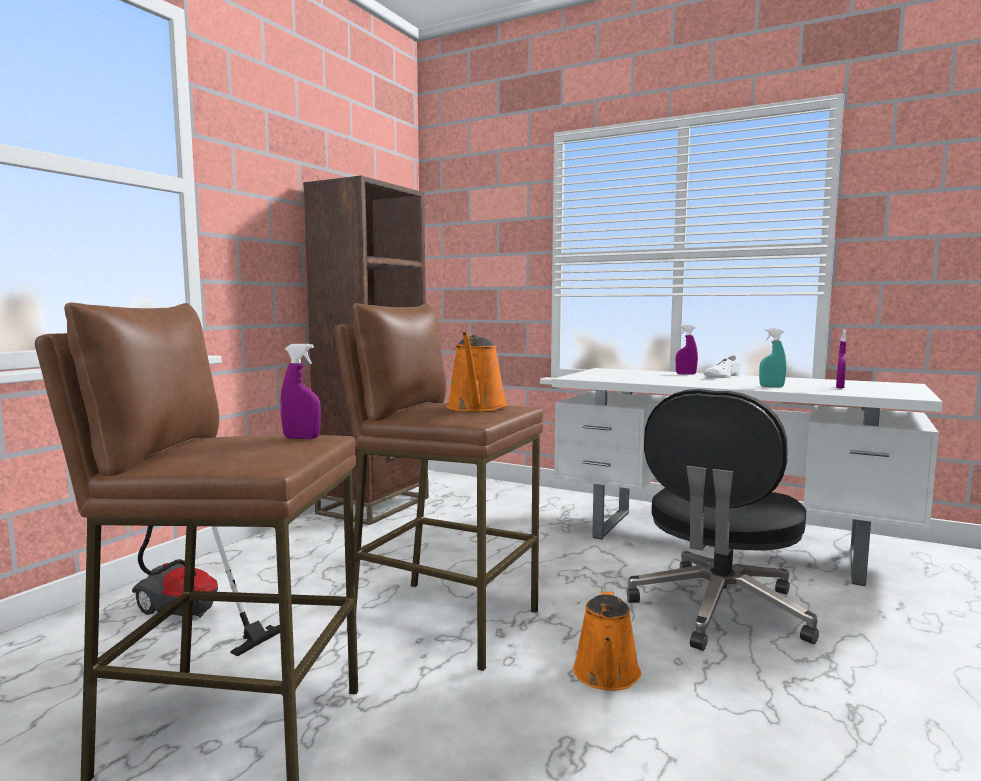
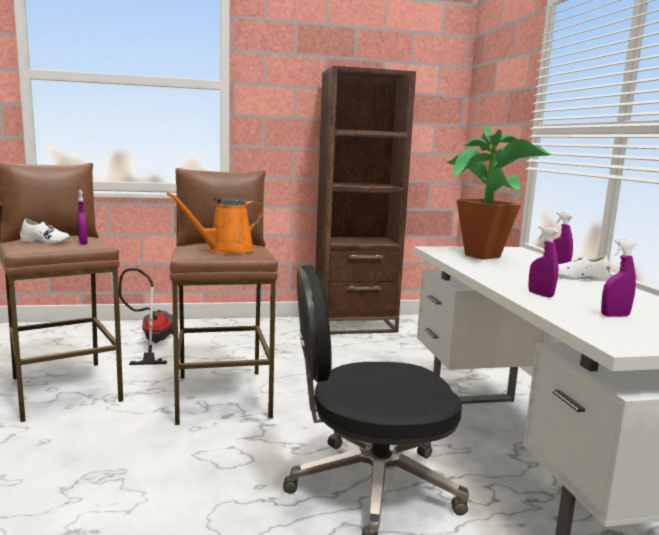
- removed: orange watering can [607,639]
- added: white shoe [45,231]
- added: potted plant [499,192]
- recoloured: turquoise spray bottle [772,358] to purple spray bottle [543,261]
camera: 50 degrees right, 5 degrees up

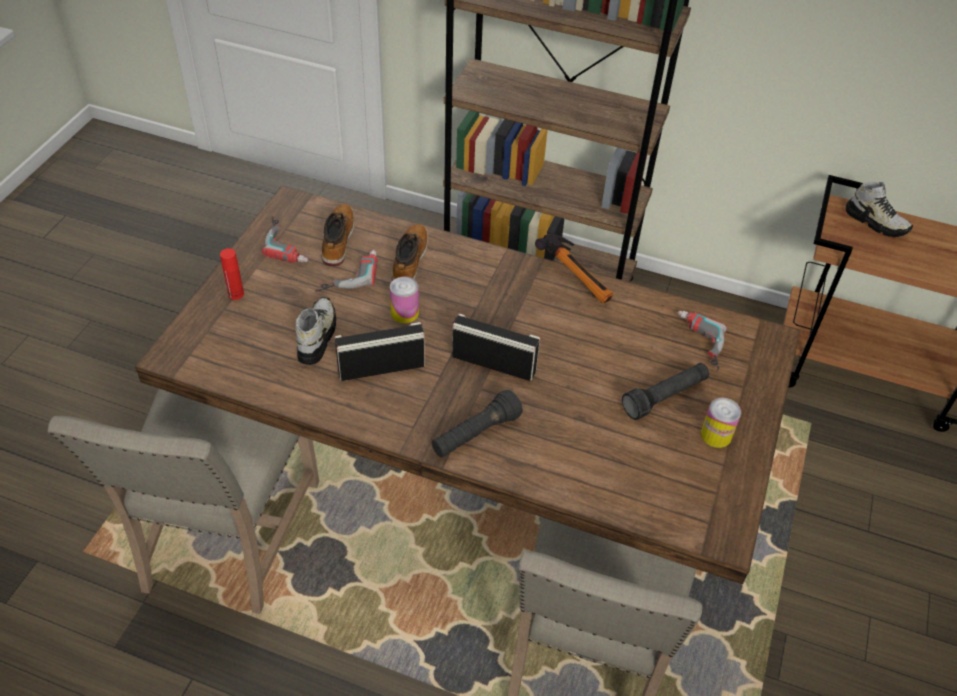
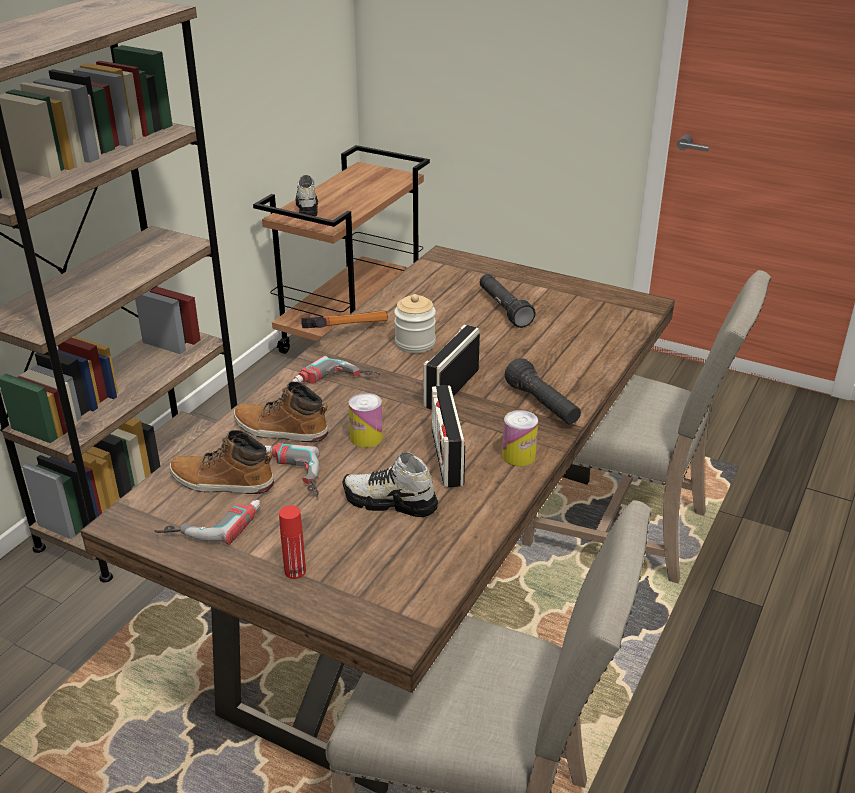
- added: jar [415,323]
- moved: power drill [702,341] to [336,370]
- moved: can [721,423] to [520,438]
- turned: shoe [879,209] = [306,196] 60 degrees counterclockwise
camera: 80 degrees left, 15 degrees down

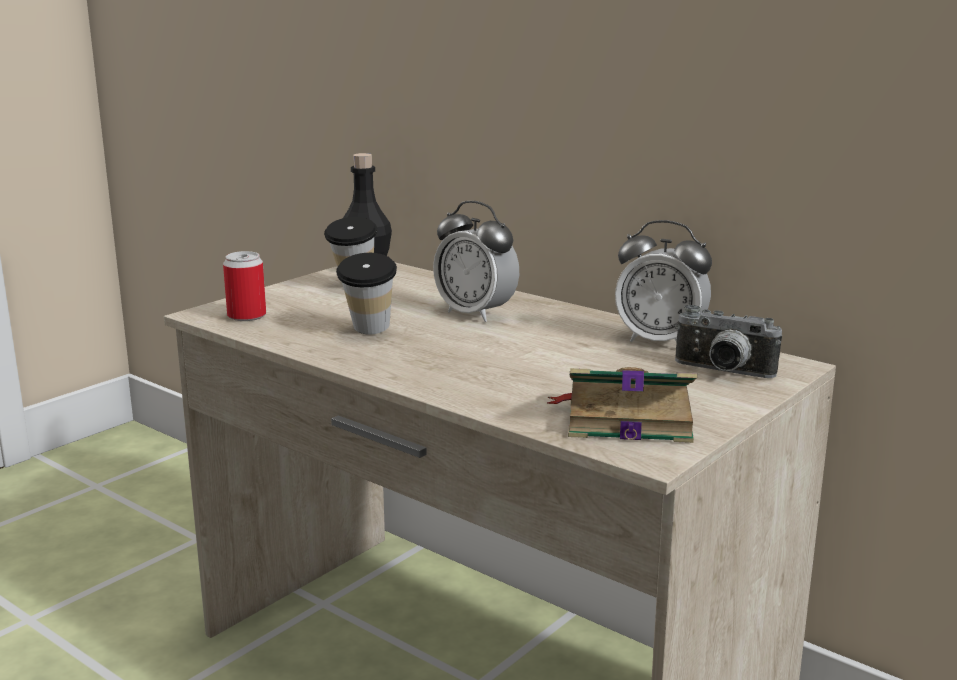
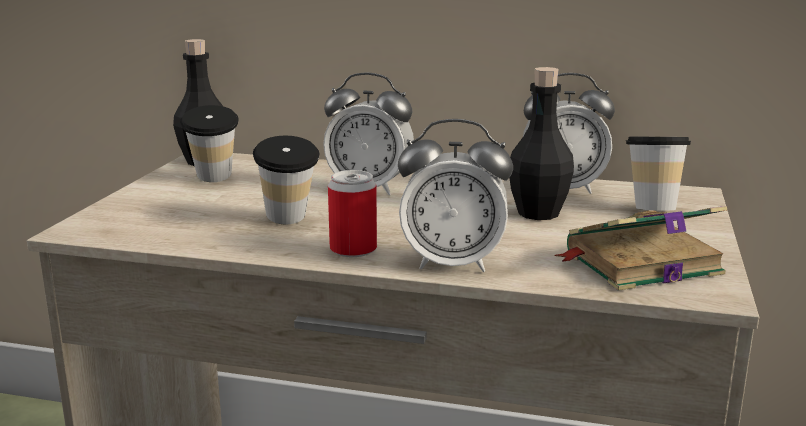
- added: alarm clock [455,195]
- added: black bottle [541,143]
- moved: can [244,286] to [352,213]
- replaced: photo camera [728,341] to cup [658,174]
camera: 25 degrees left, 0 degrees up

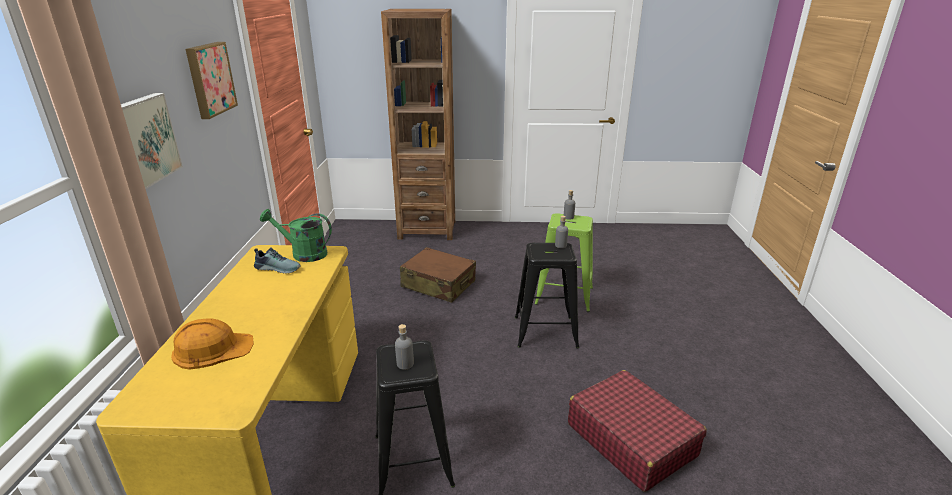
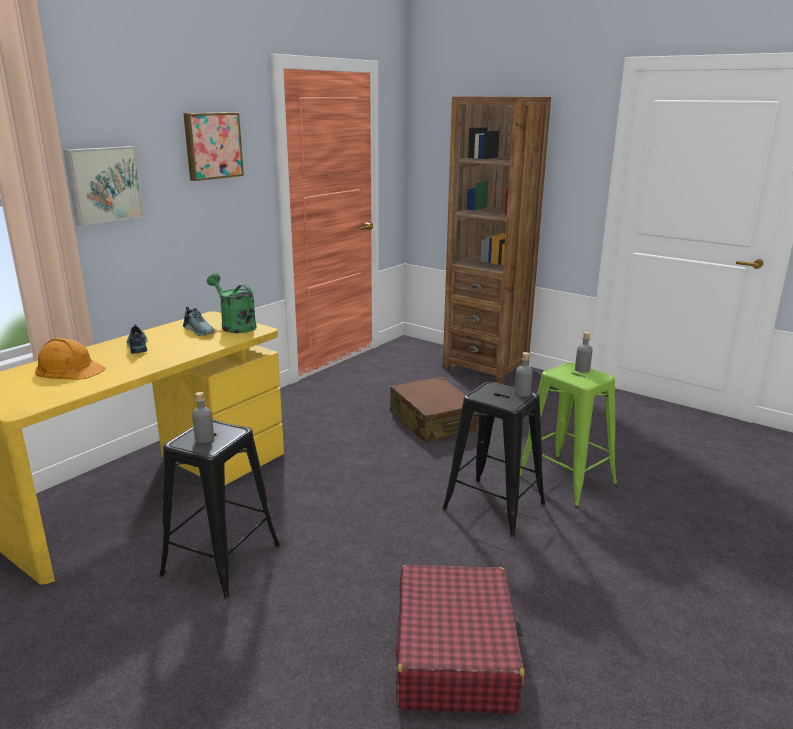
- added: shoe [137,339]
camera: 35 degrees right, 5 degrees down

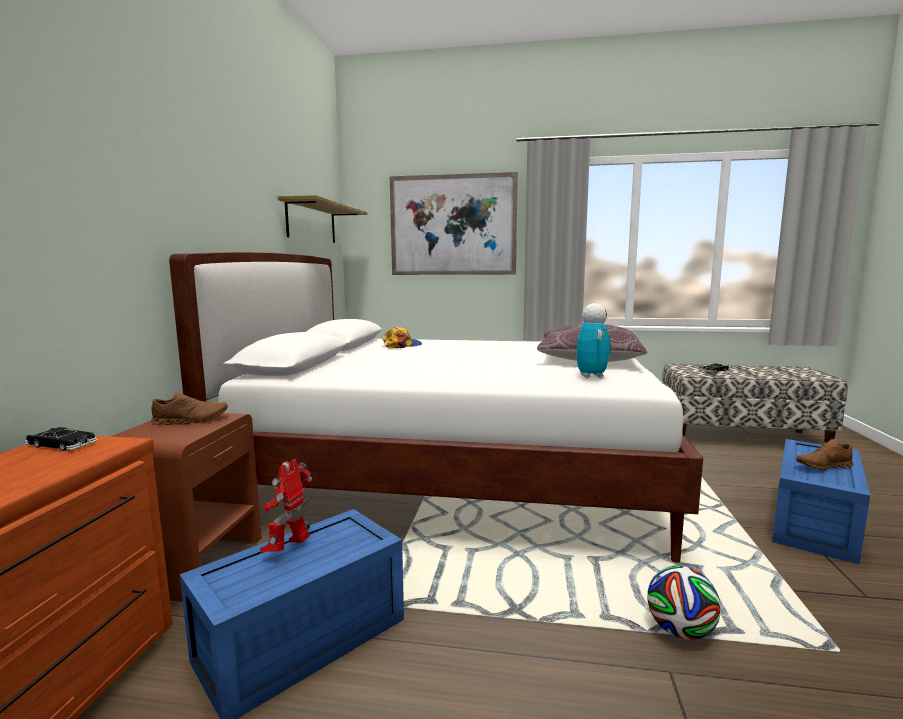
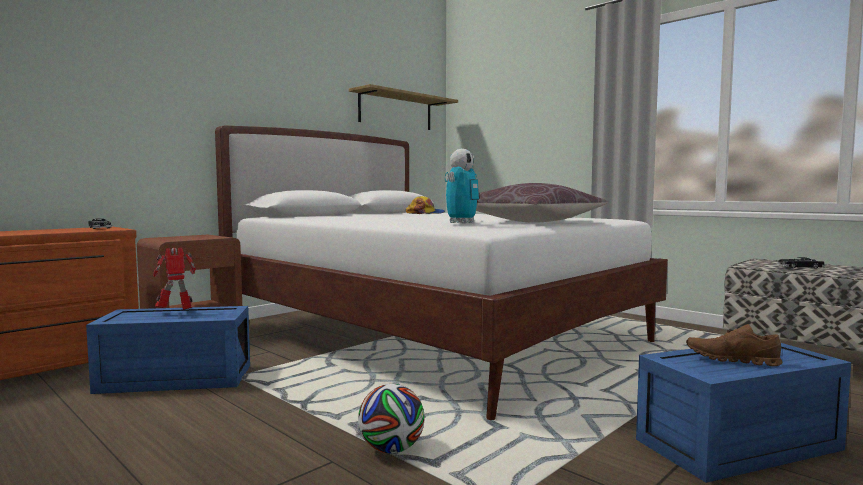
- removed: brown shoe [189,408]
- removed: picture [454,223]
camera: 35 degrees right, 5 degrees down

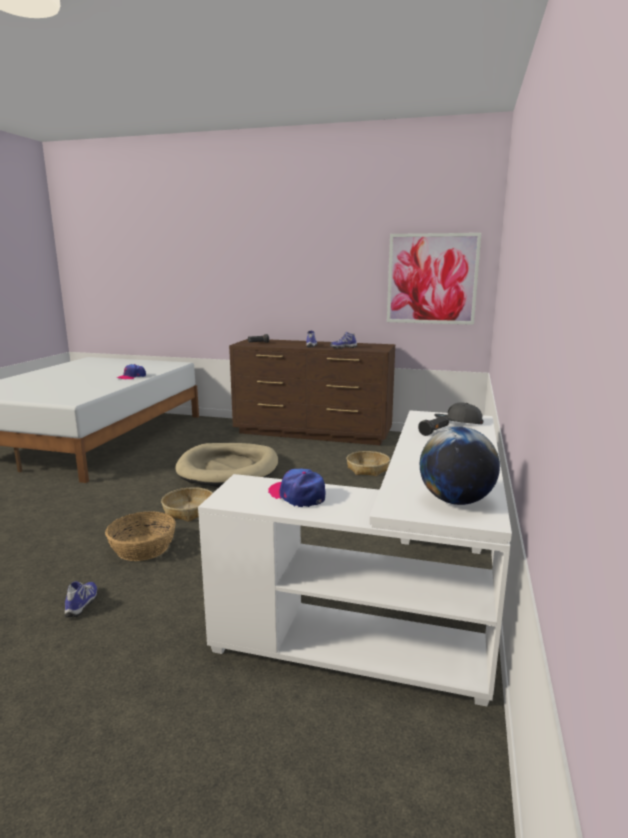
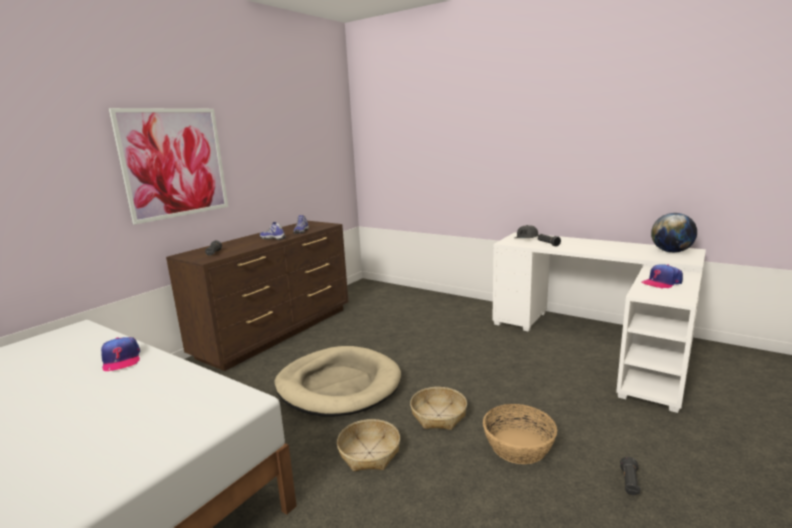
- moved: basket [368,463] to [368,445]
- moved: picture [434,279] to [168,166]
- replaced: shoe [81,599] to black flashlight [630,476]
camera: 70 degrees left, 0 degrees up

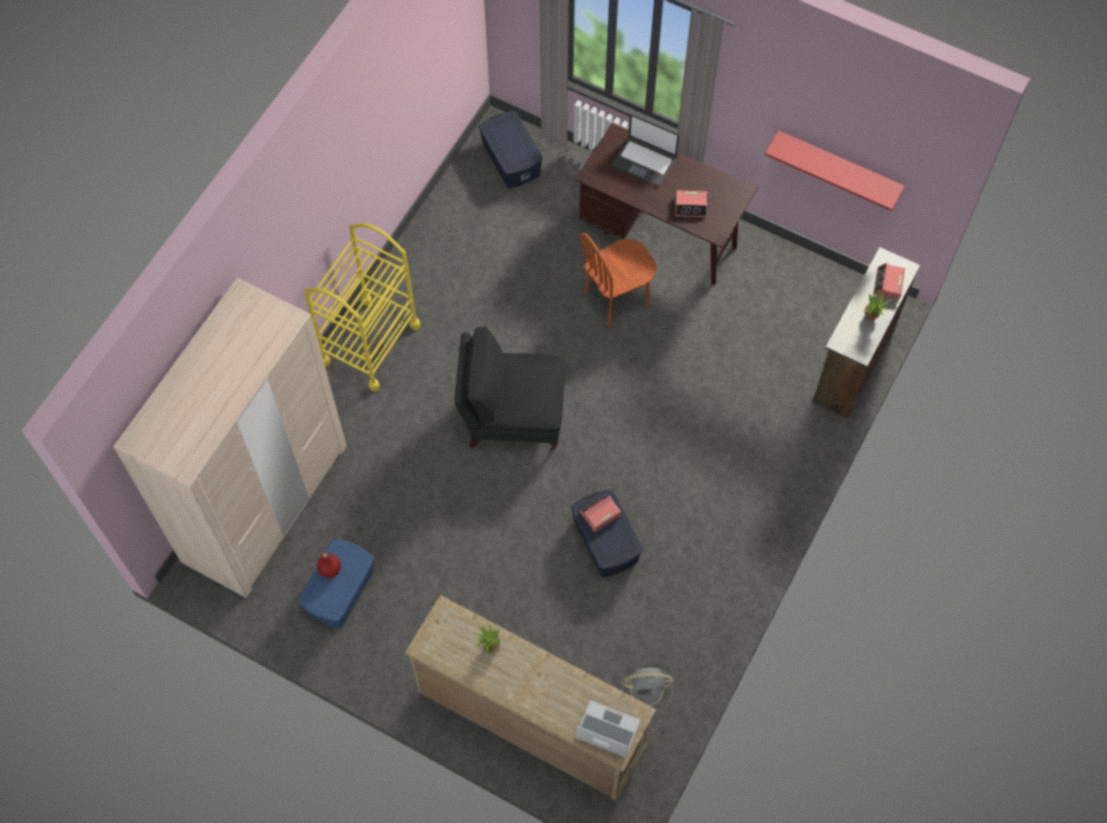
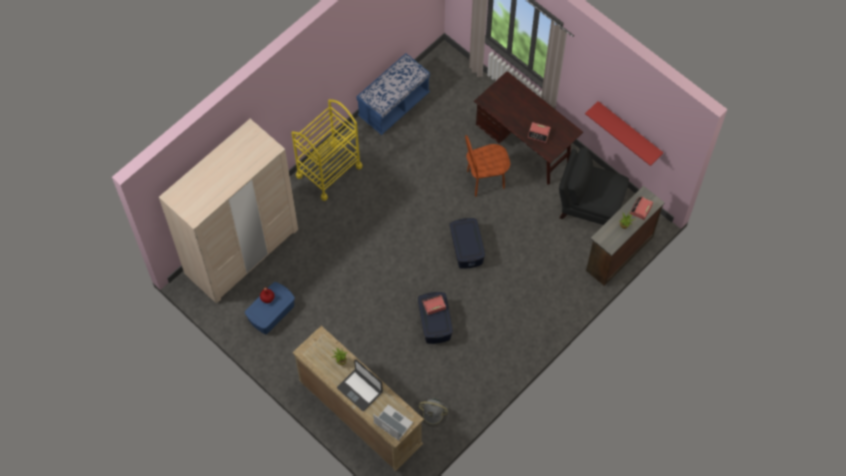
- added: blue bench [393,94]
- moved: black armchair [510,388] to [594,186]
- moved: blue storage box [511,149] to [467,243]
- moved: laptop [645,150] to [360,385]
camera: 15 degrees right, 0 degrees up

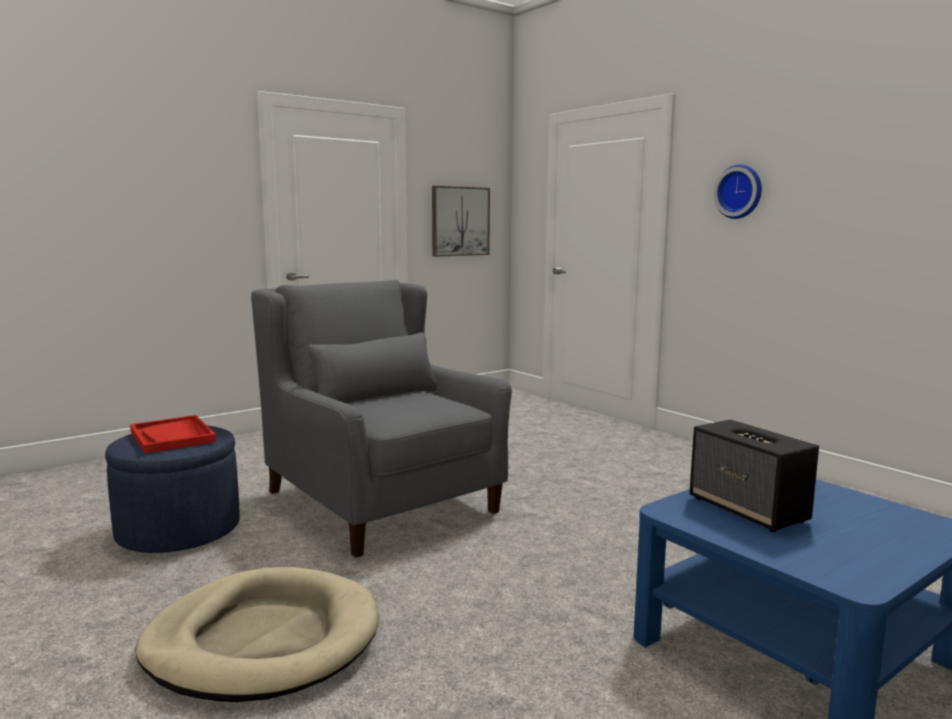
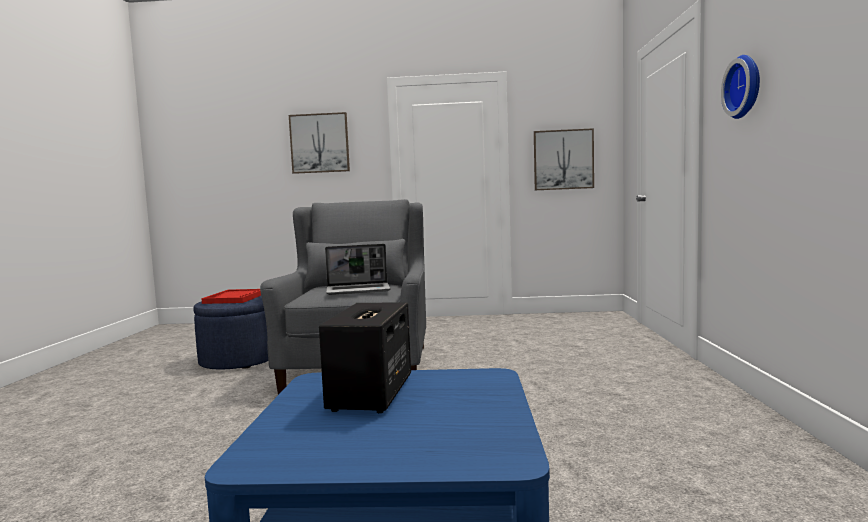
- removed: beige dog bed [256,634]
- added: picture [319,143]
- added: laptop [358,269]
camera: 40 degrees right, 5 degrees down

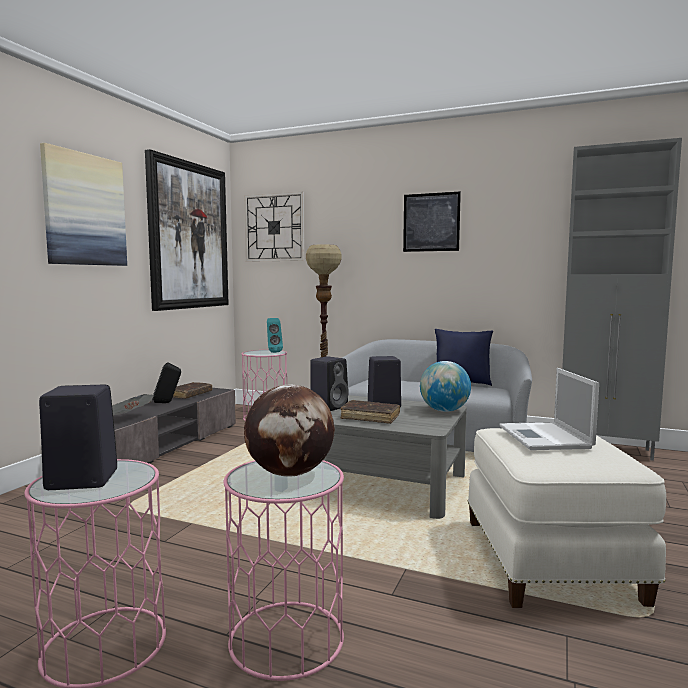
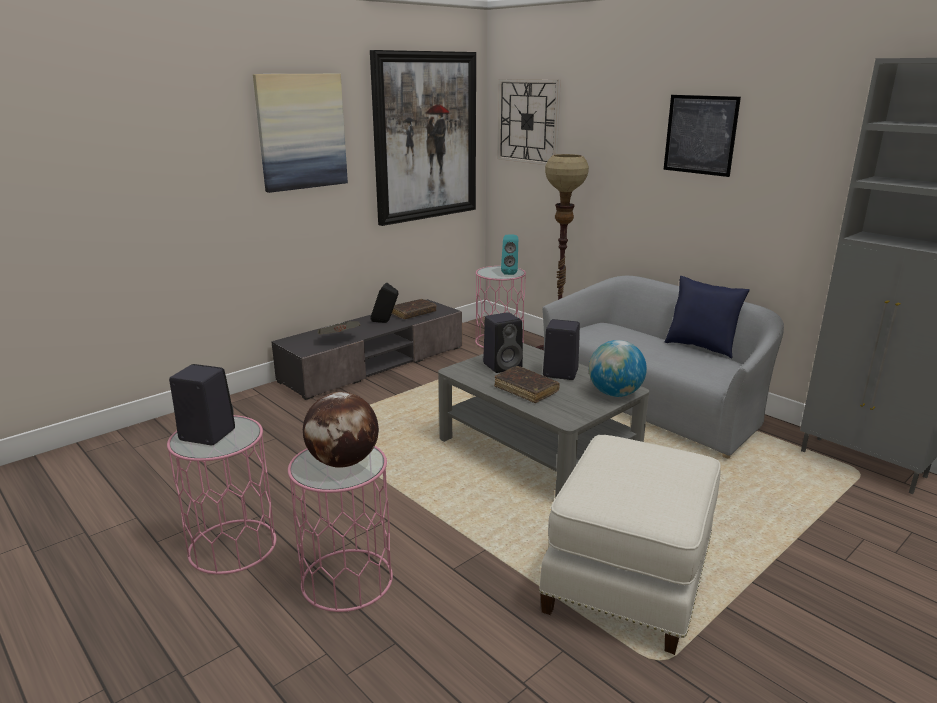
- removed: laptop [549,409]
camera: 25 degrees right, 15 degrees up

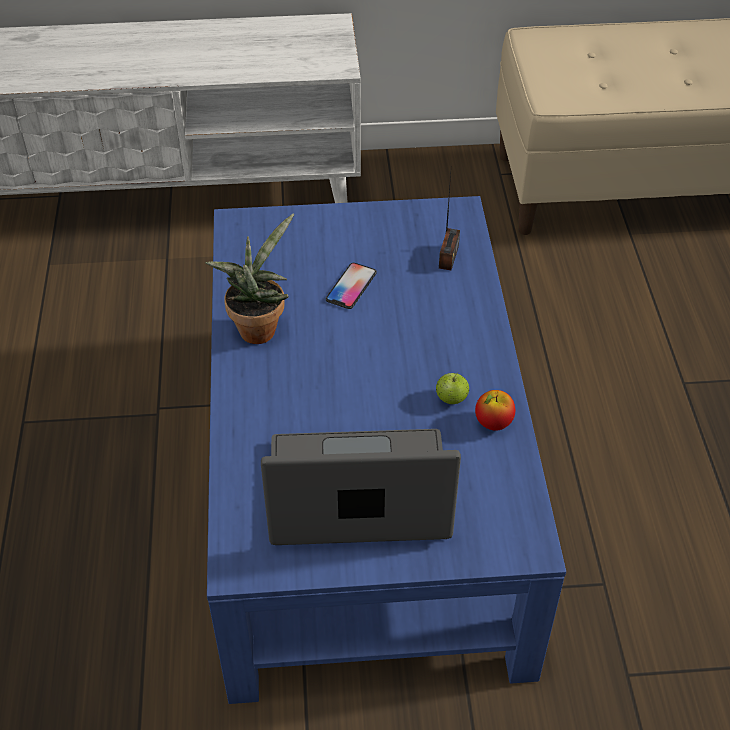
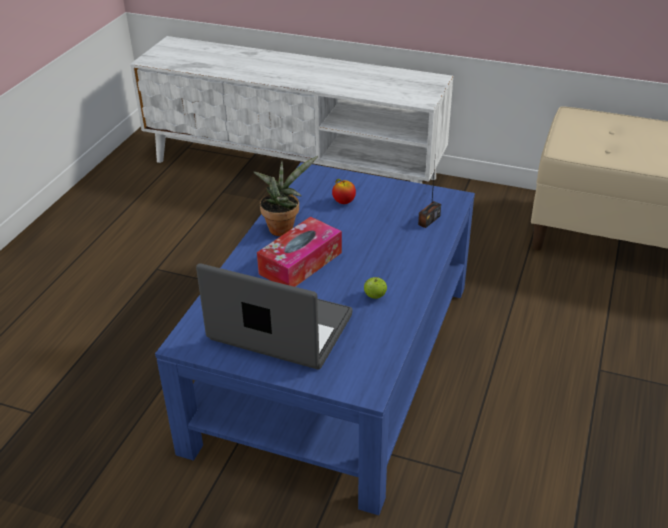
- removed: phone [351,286]
- added: tissue box [299,251]
- moved: apple [495,410] to [344,191]
camera: 25 degrees right, 10 degrees down

